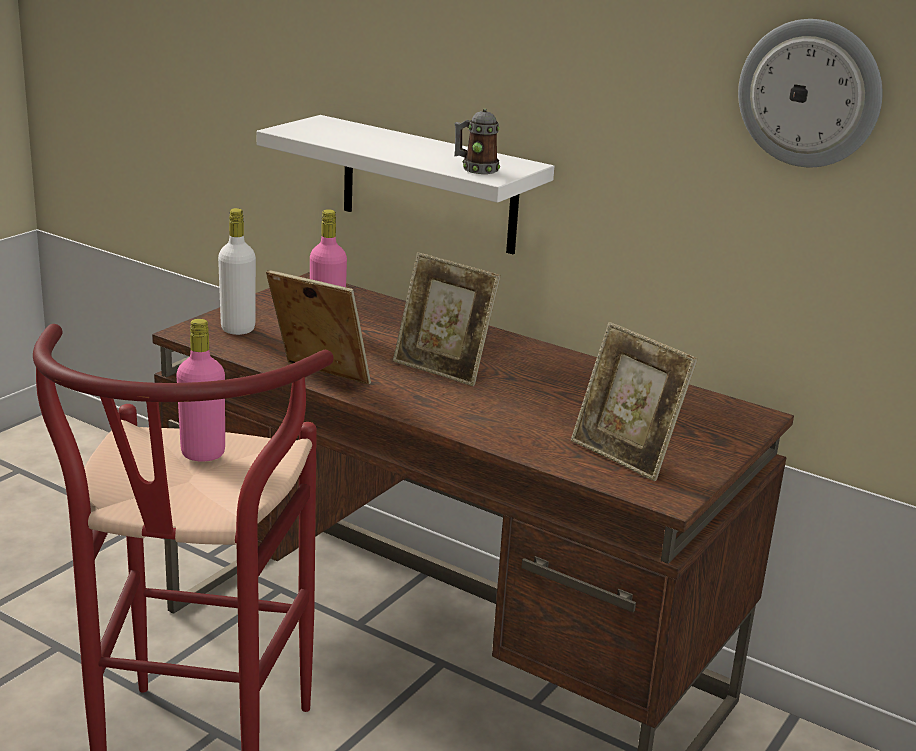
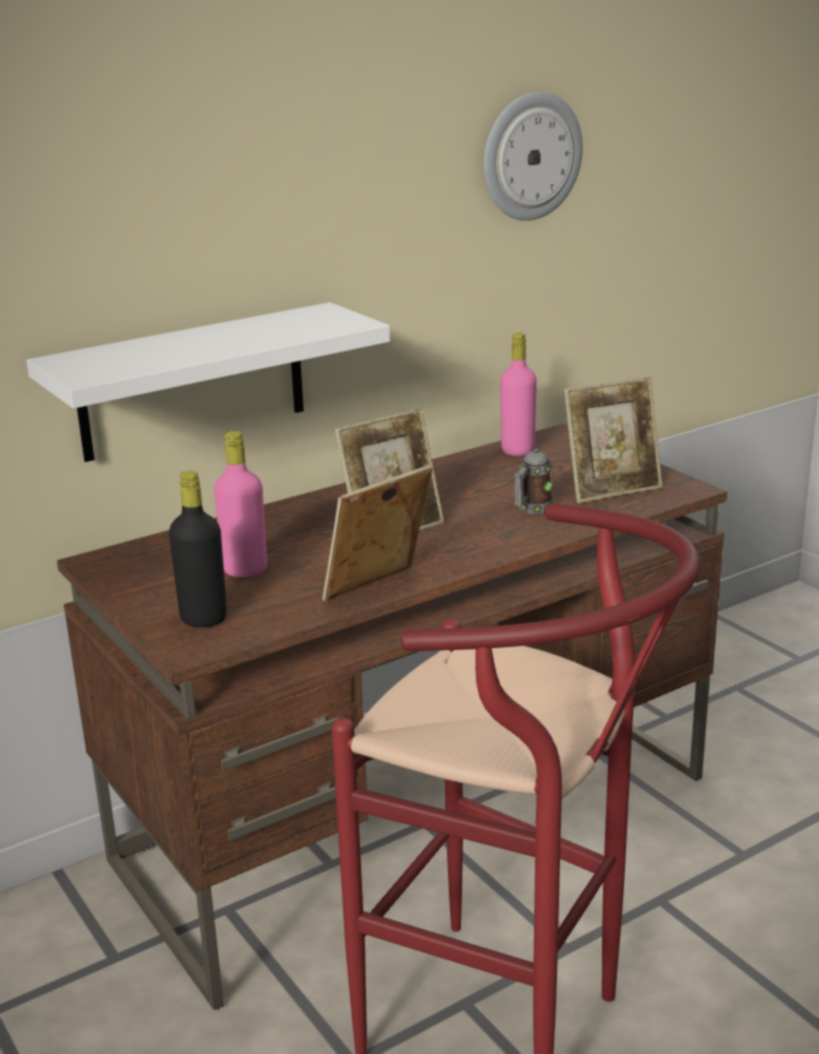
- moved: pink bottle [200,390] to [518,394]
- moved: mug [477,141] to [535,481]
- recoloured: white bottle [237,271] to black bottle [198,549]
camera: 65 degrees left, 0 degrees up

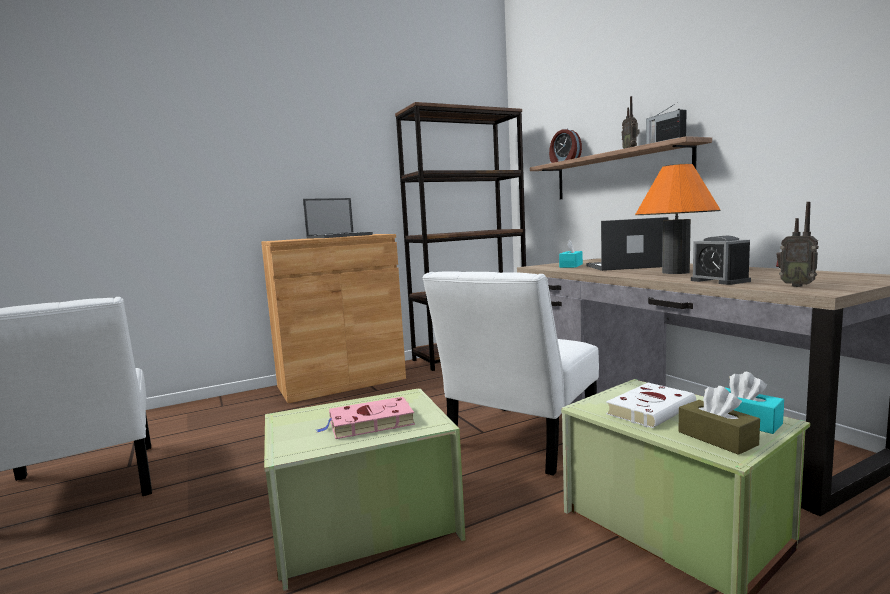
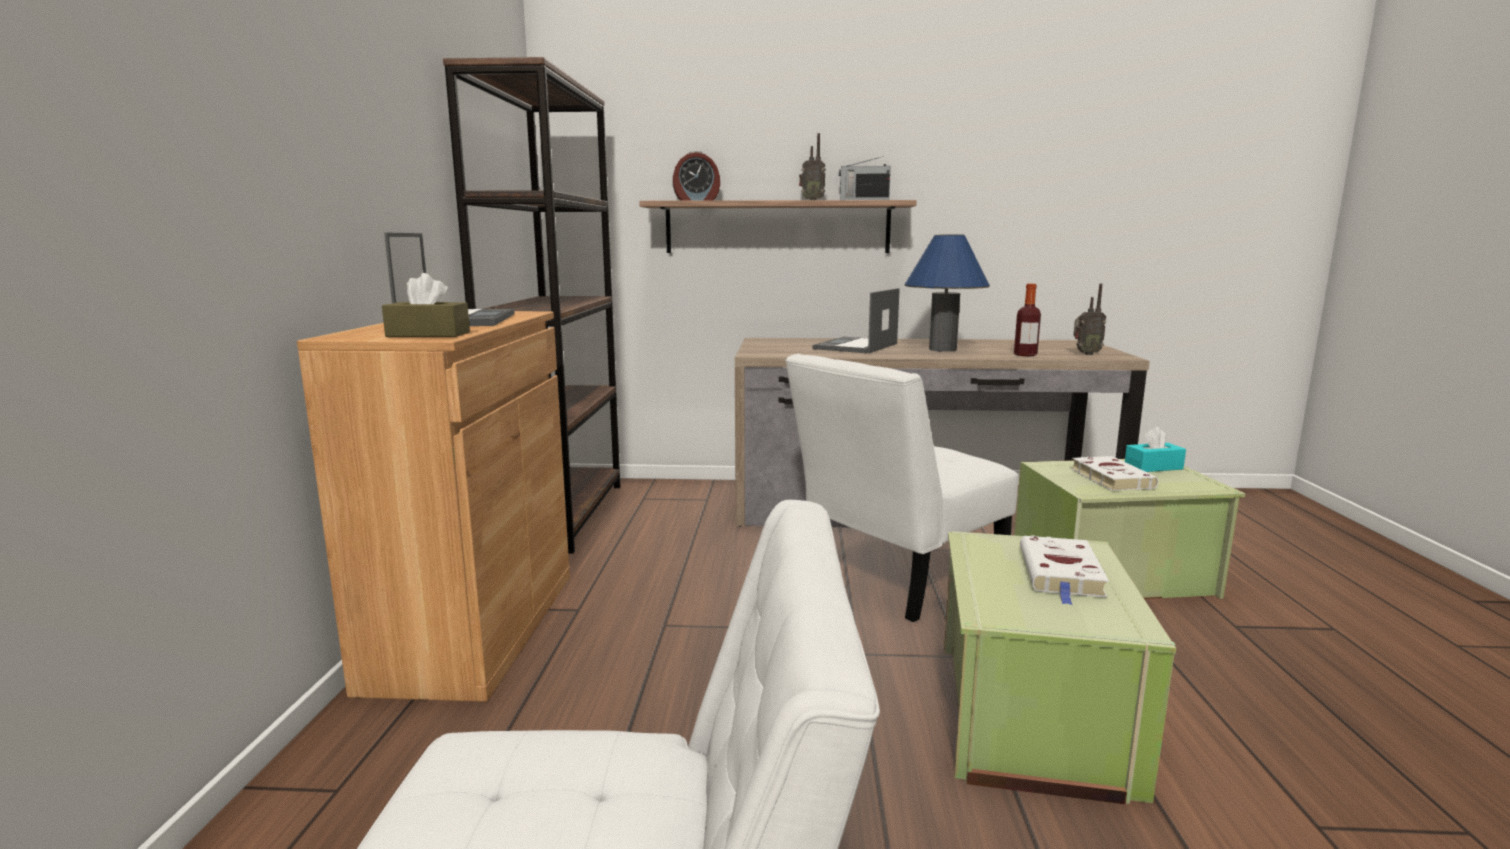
- removed: turquoise tissue box [571,253]
- moved: brown tissue box [719,420] to [426,305]
- replaced: alarm clock [721,260] to bottle [1027,320]
- recoloured: pink book [365,418] to white book [1064,570]
- recoloured: orange table lamp [677,218] to blue table lamp [947,293]
- turned: white chair [510,373] = [901,488] 75 degrees clockwise
camera: 60 degrees left, 5 degrees up

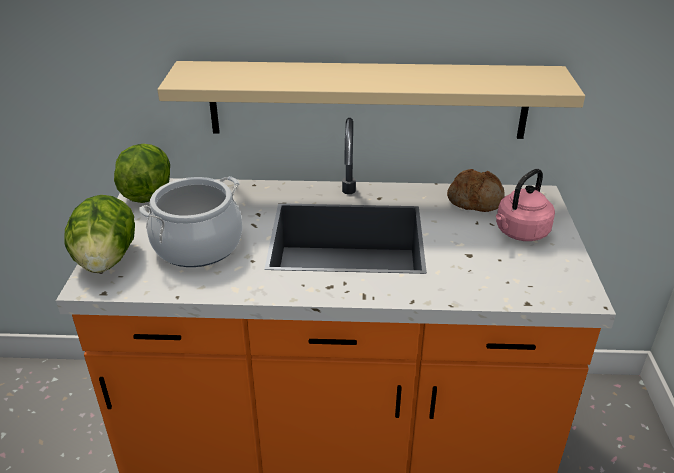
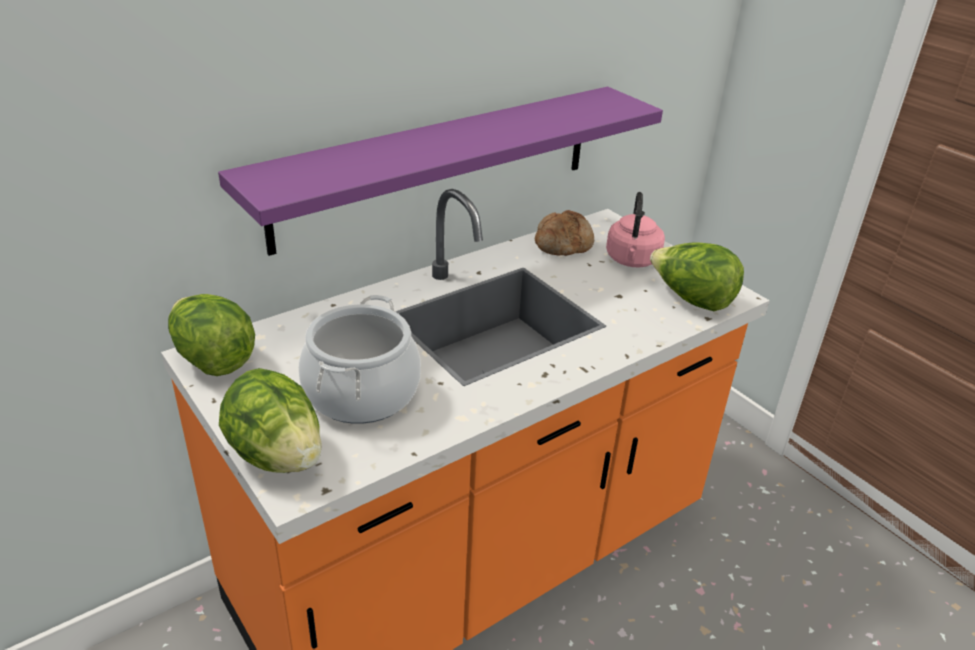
- added: lettuce [697,277]
- recoloured: beige shelf [371,100] to purple shelf [440,171]
camera: 40 degrees left, 0 degrees up

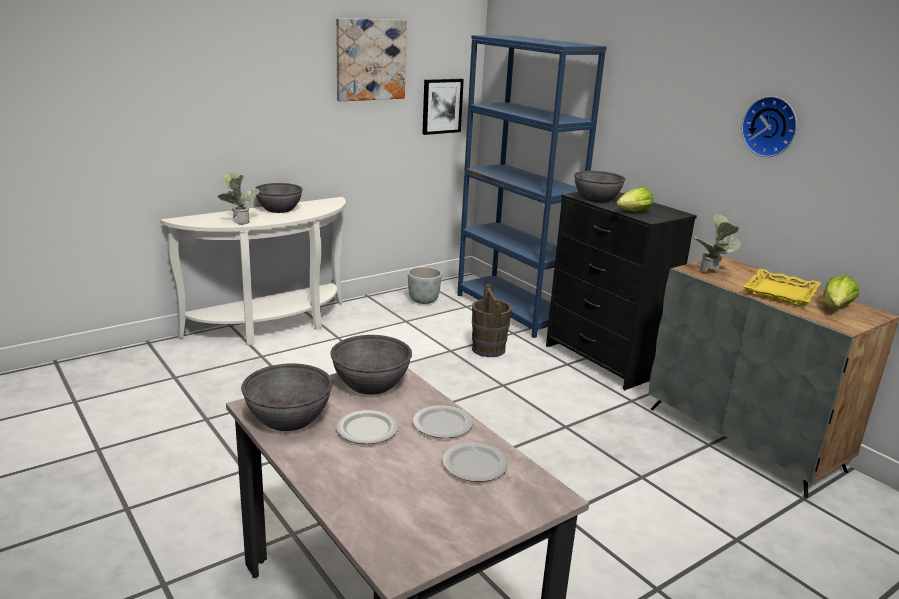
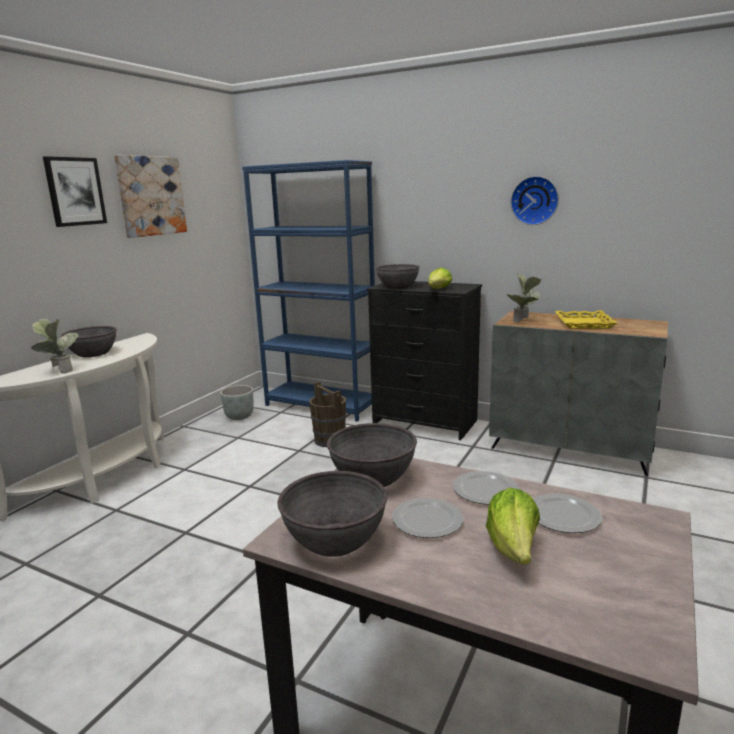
- moved: picture [443,107] to [75,191]
- moved: lettuce [841,291] to [513,526]
camera: 25 degrees left, 5 degrees down

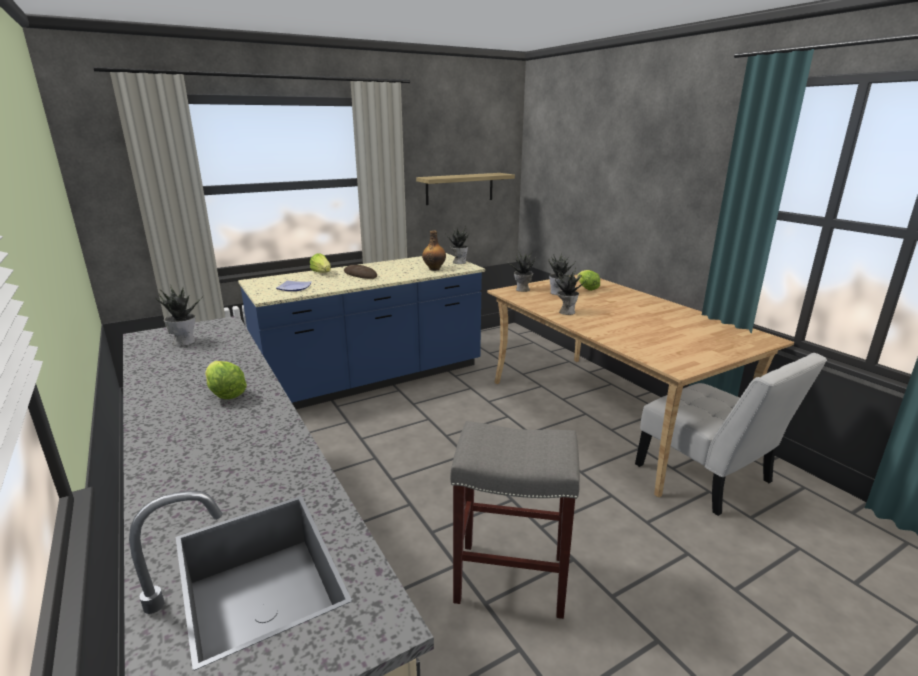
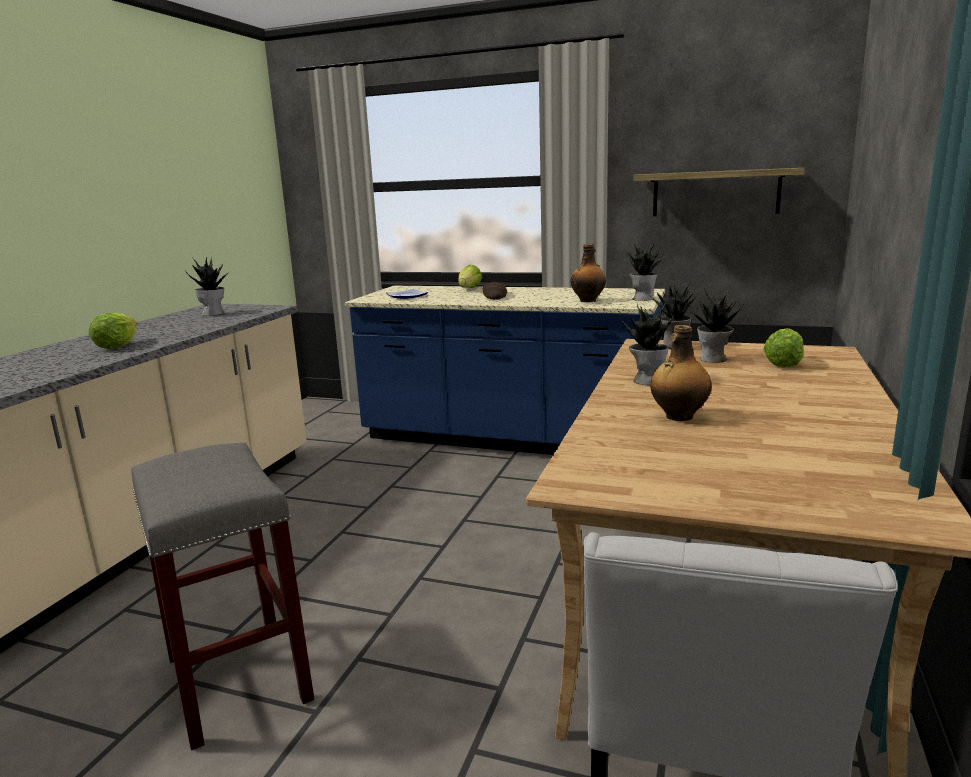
- added: bottle [681,373]
camera: 50 degrees right, 5 degrees down

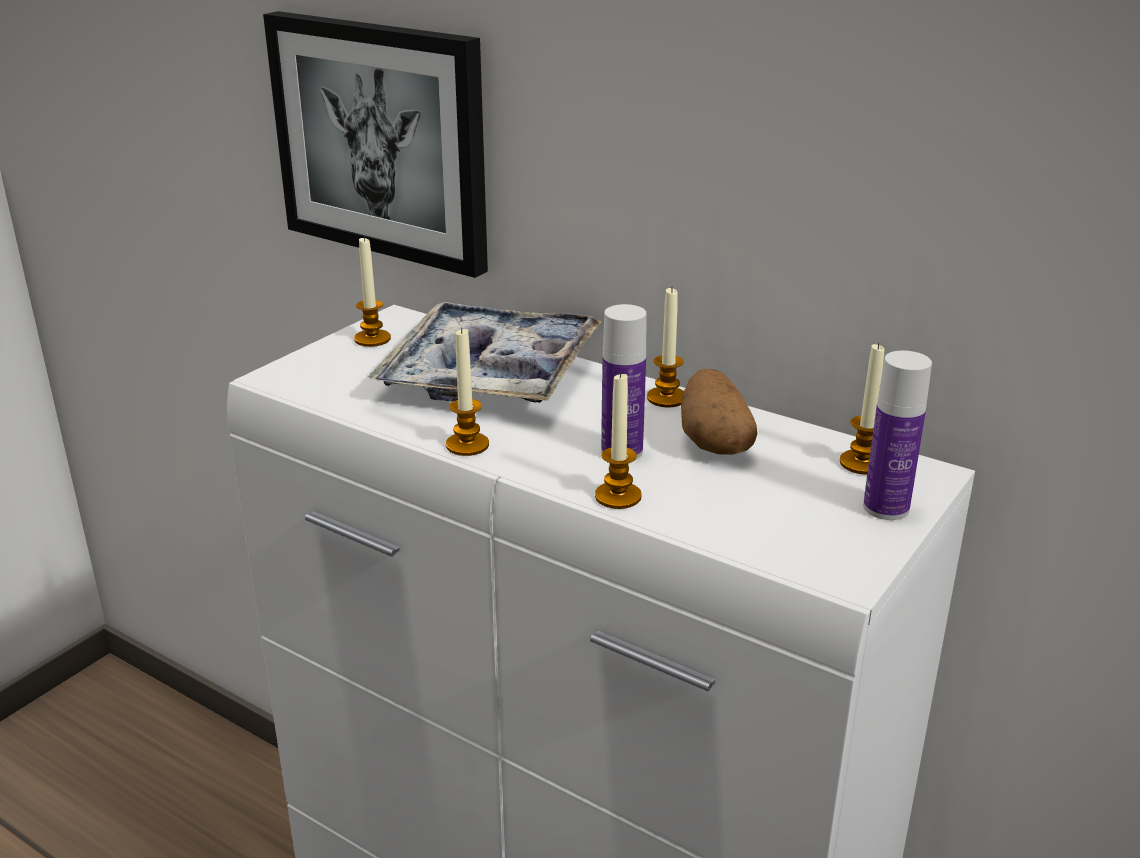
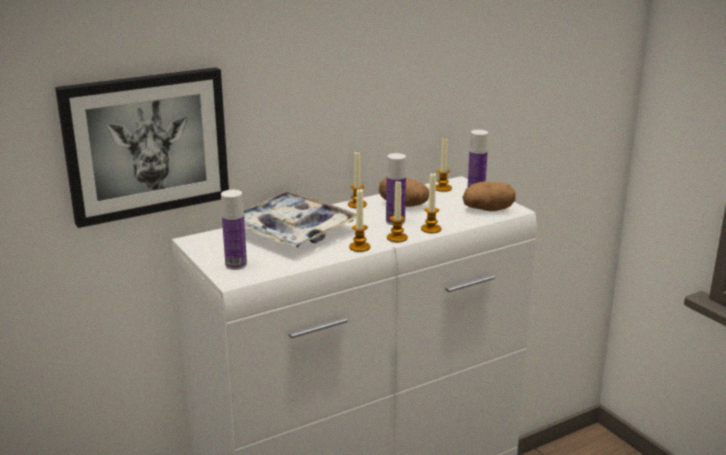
- added: bottle [234,230]
- added: potato [489,196]
- moved: candle [372,292] to [397,211]
camera: 65 degrees left, 5 degrees down

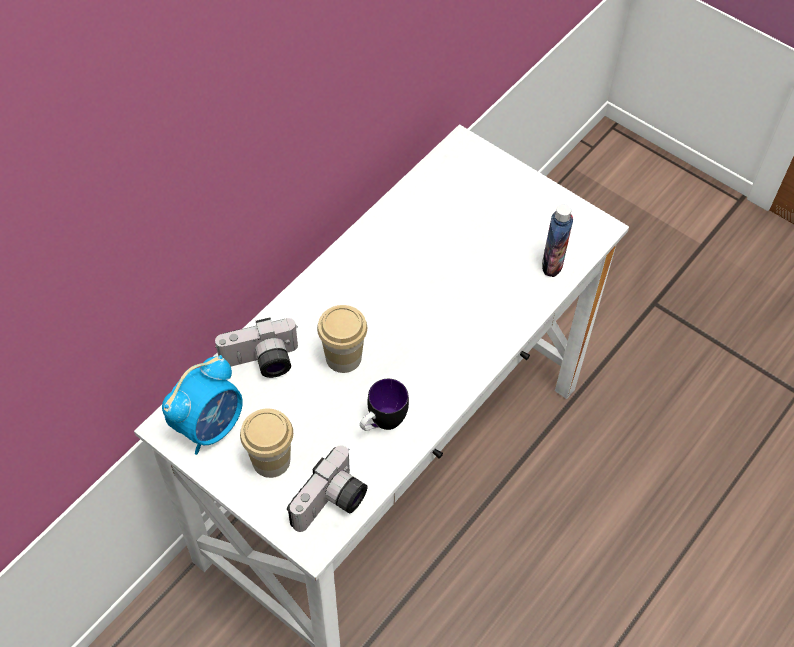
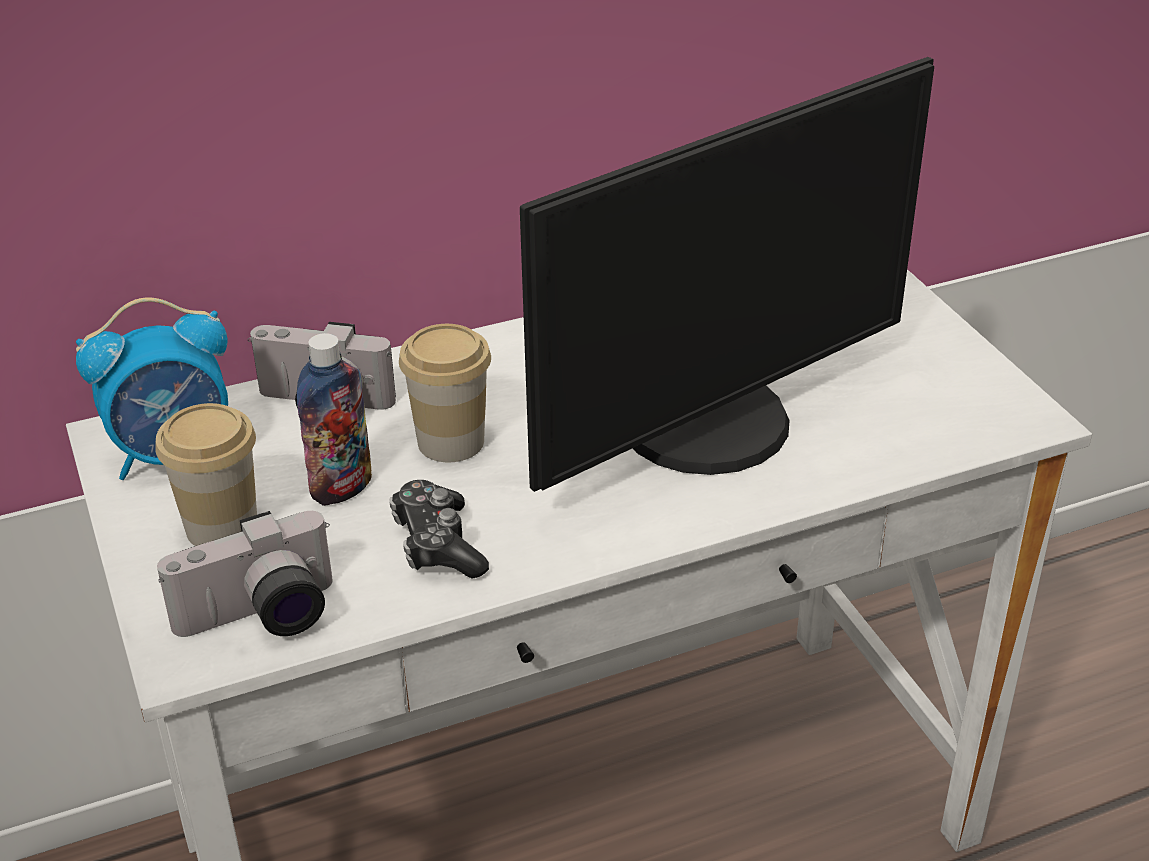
- added: monitor [727,274]
- moved: bottle [557,240] to [334,419]
- replaced: mug [384,405] to game controller [439,529]
camera: 30 degrees right, 20 degrees down

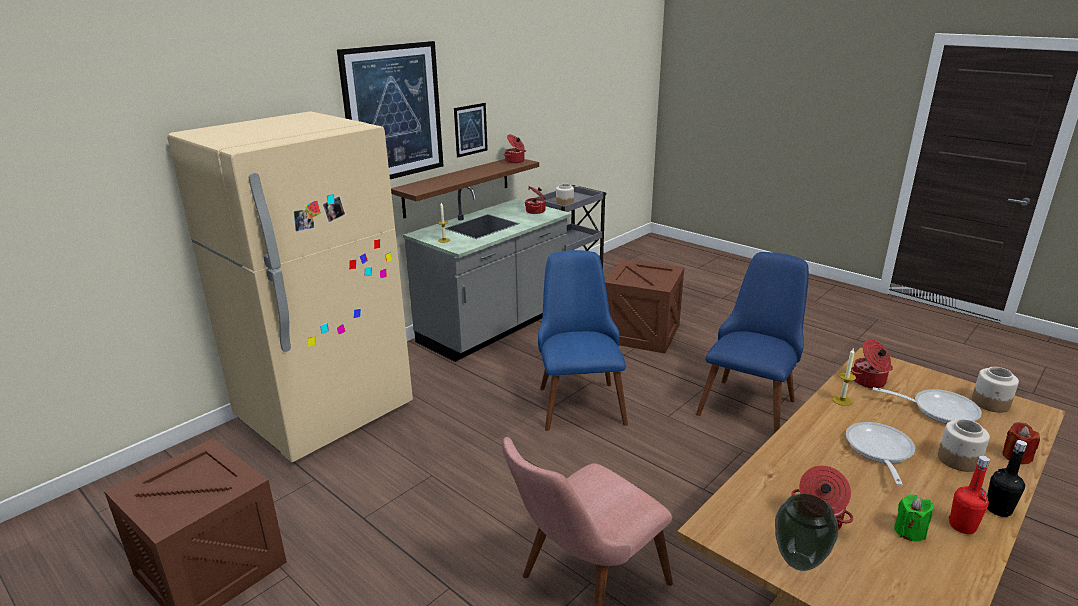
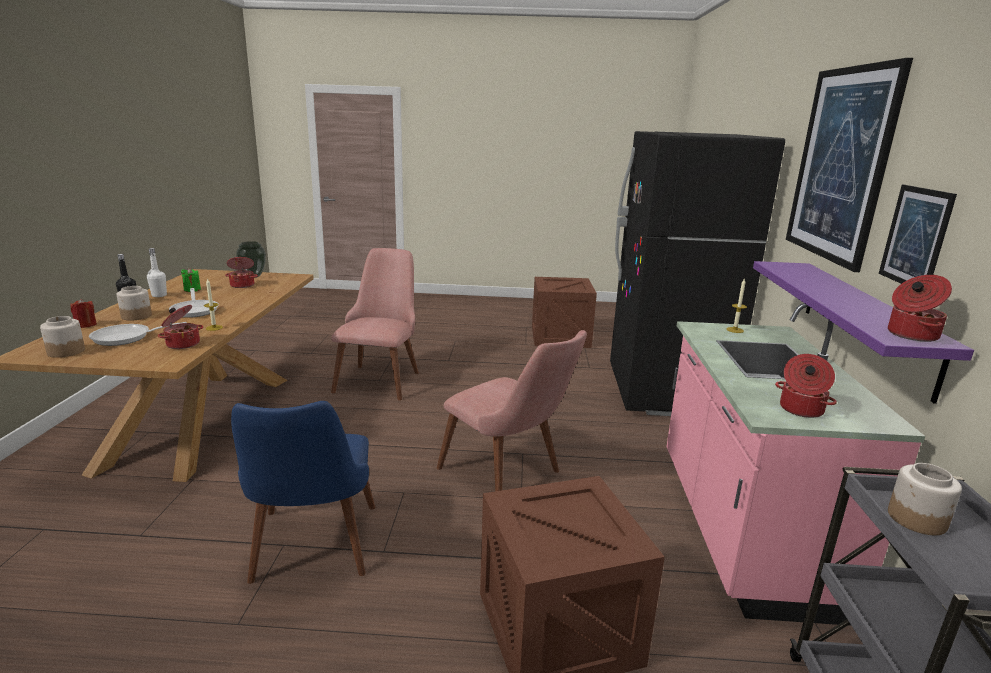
- recoloured: beige fridge [290,287] to black fridge [697,273]
- recoloured: brown shelf [465,188] to purple shelf [863,332]
- recoloured: grey counter [487,274] to pink counter [795,464]
- recoloured: blue chair [583,340] to pink chair [512,410]
- recoloured: red bottle [969,494] to white bottle [157,272]
camera: 140 degrees right, 5 degrees down

